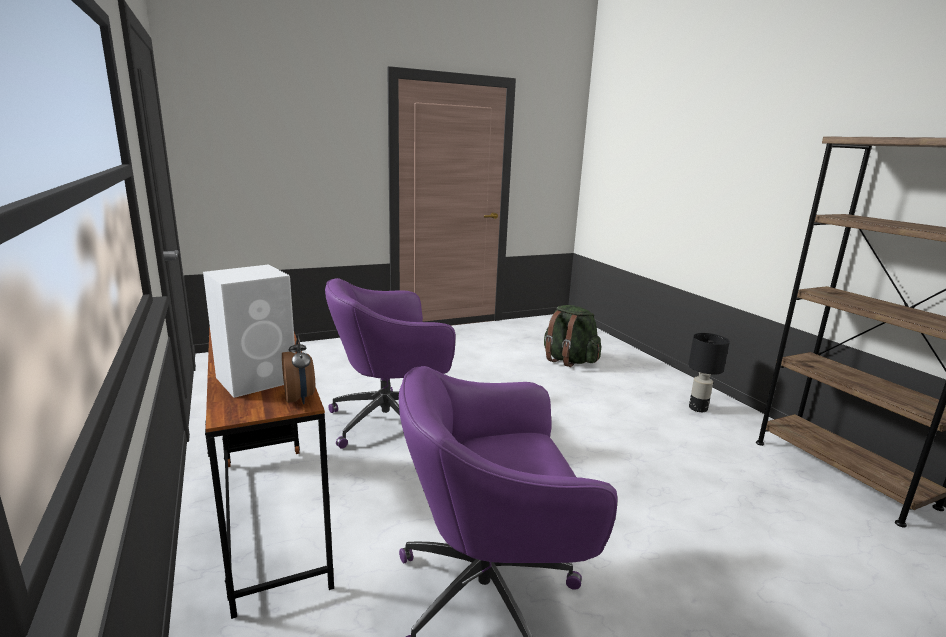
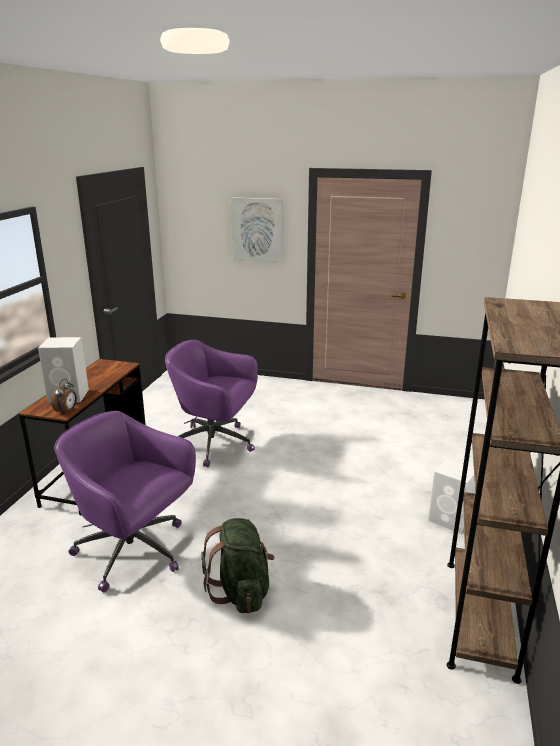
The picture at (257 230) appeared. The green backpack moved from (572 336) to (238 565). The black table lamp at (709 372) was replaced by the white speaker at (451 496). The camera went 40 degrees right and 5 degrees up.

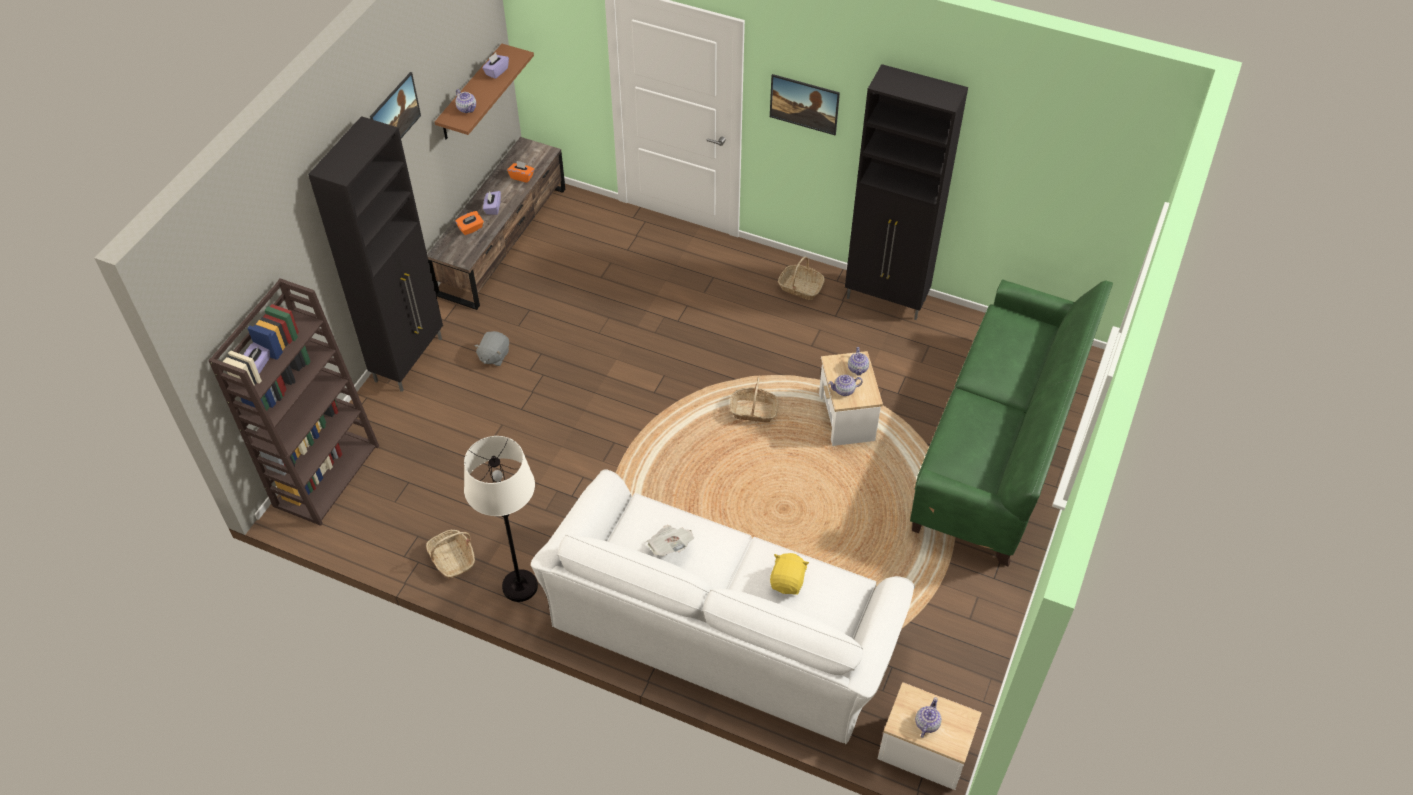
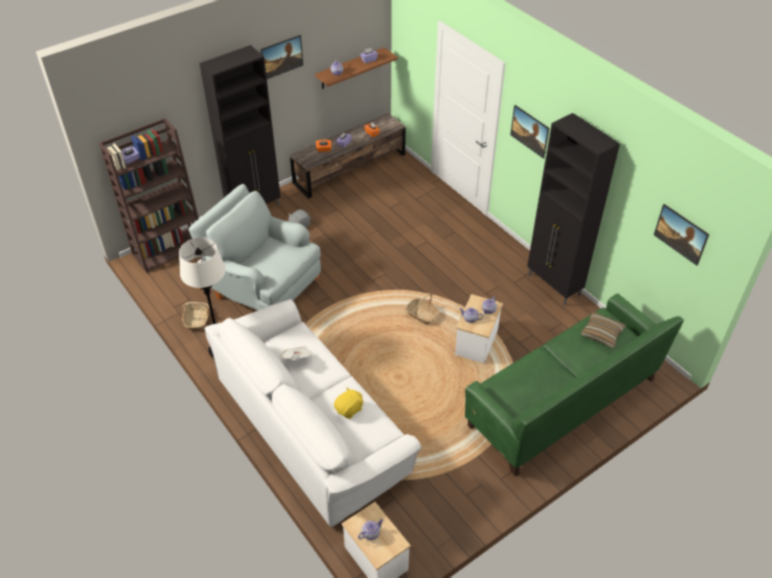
The basket at (801 278) disappeared. The grey armchair at (255 247) appeared. The pillow at (603 330) appeared. The picture at (681 235) appeared. The camera went 30 degrees right and 5 degrees down.

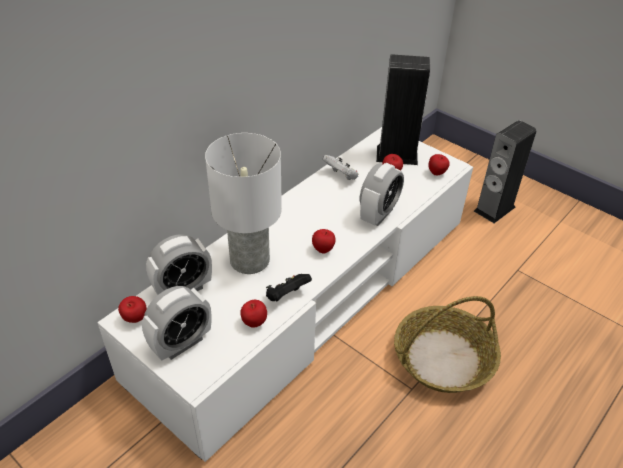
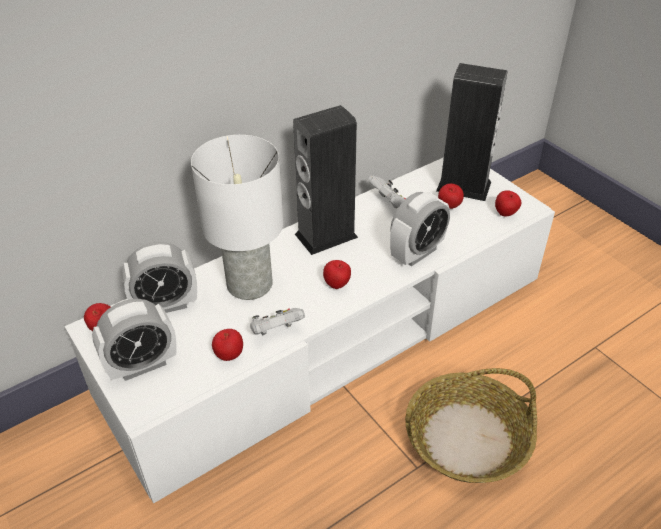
The speaker moved from (505 171) to (325 180). The black game controller at (289 287) became the white game controller at (277 321). The camera went 15 degrees right and 0 degrees up.

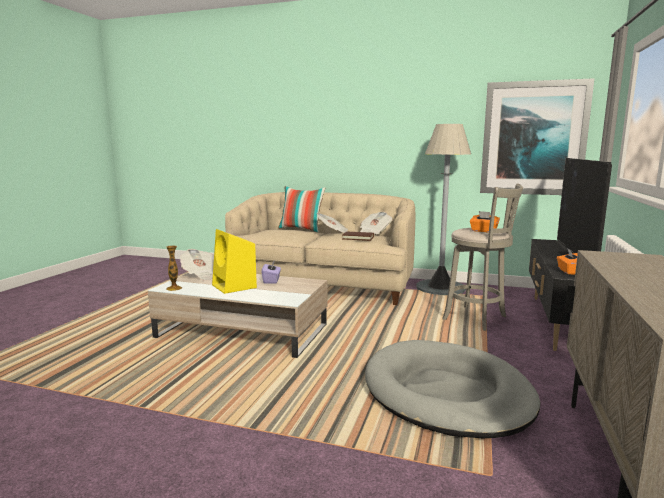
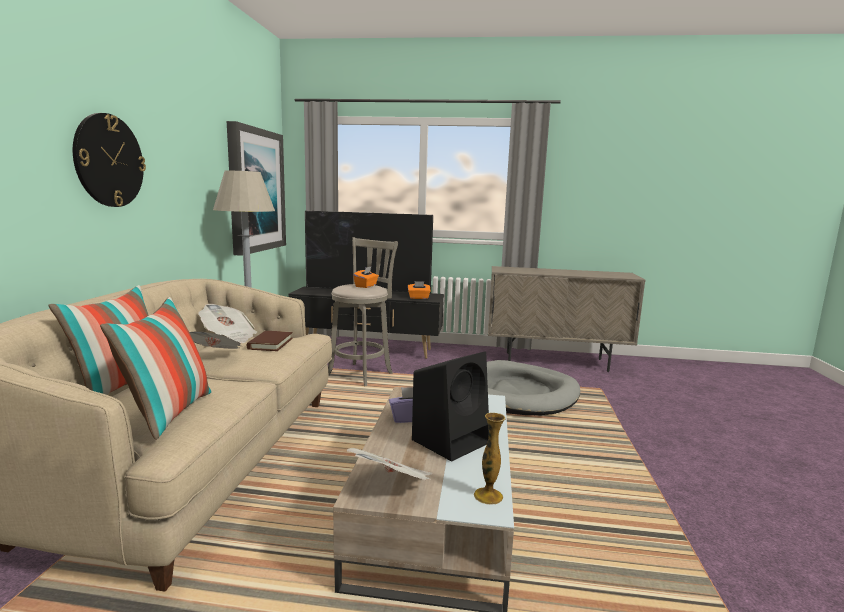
The wall clock at (109 160) appeared. The pillow at (155 368) appeared. The yellow speaker at (234 261) became the black speaker at (450 406). The camera went 100 degrees left and 0 degrees up.

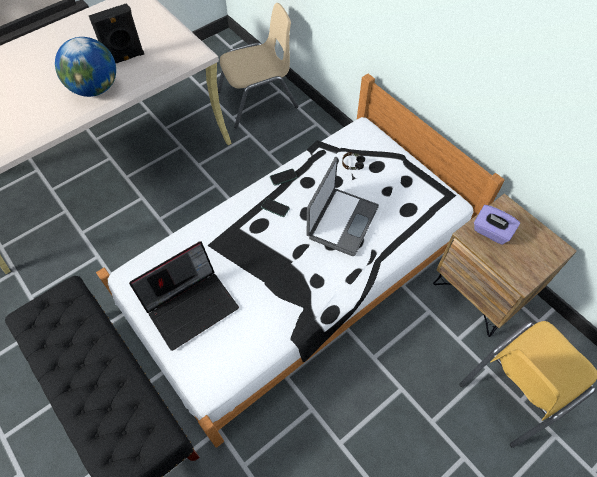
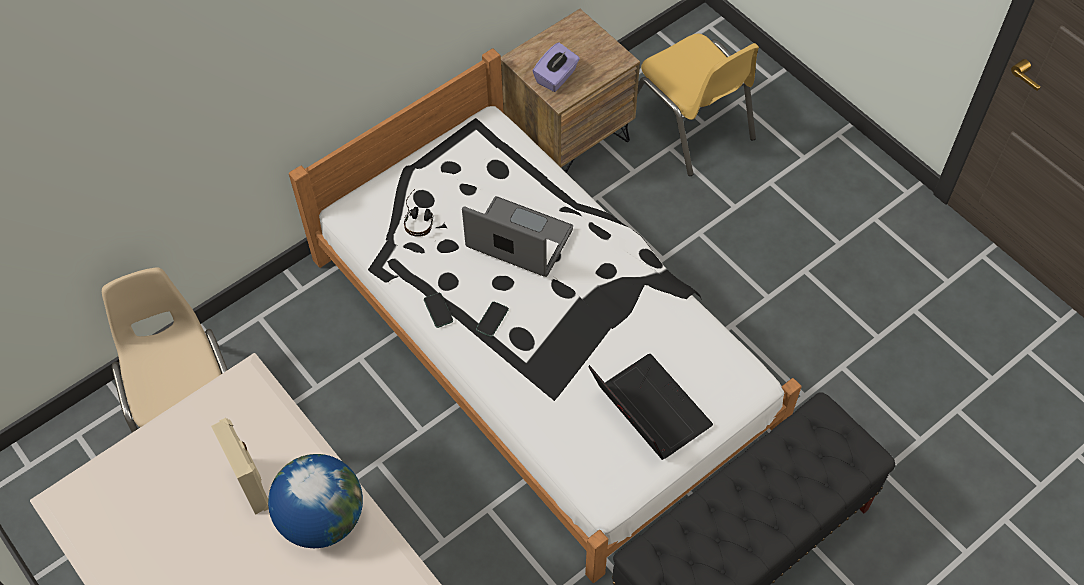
The black speaker at (116 33) became the beige speaker at (240 466). The camera went 90 degrees left and 0 degrees up.

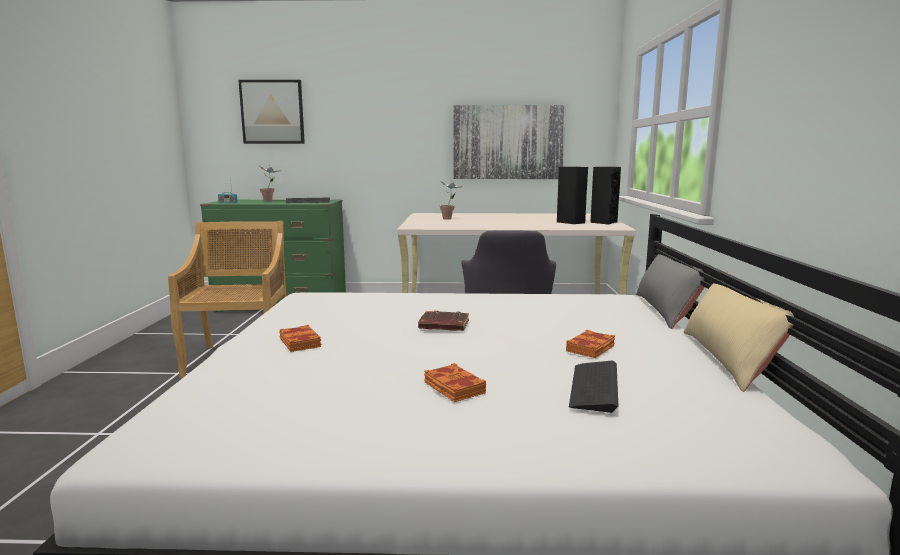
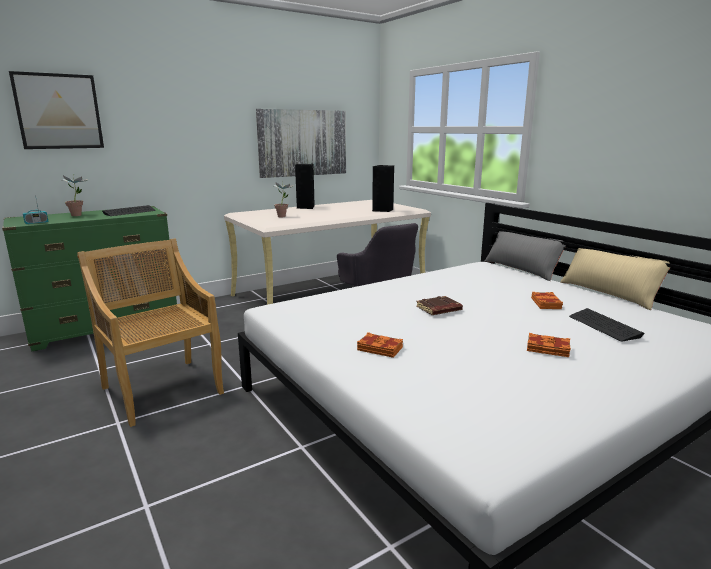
The black speaker moved from (605 196) to (305 186). The camera went 35 degrees left and 5 degrees up.

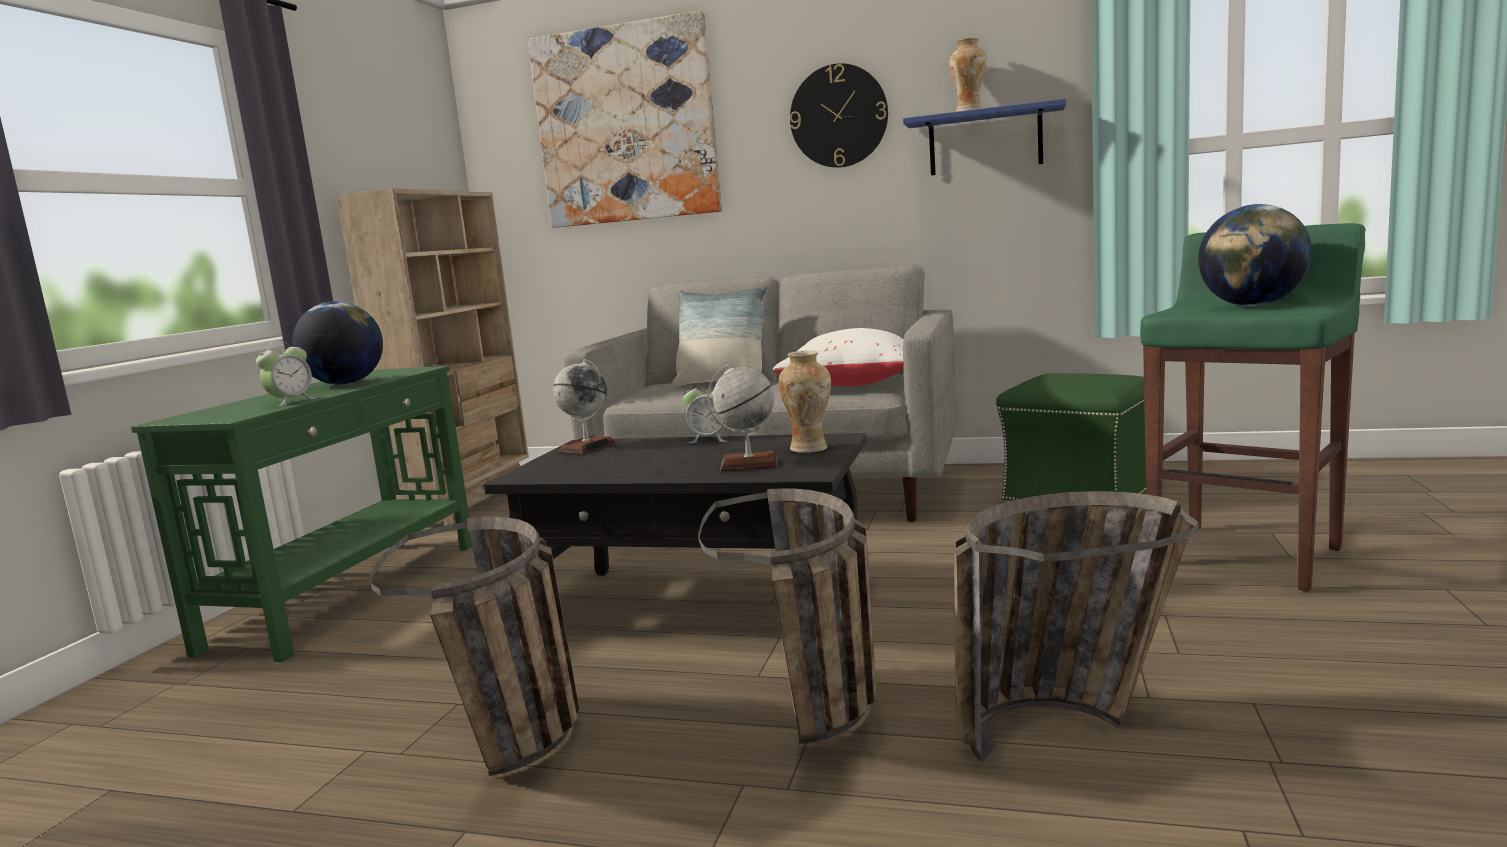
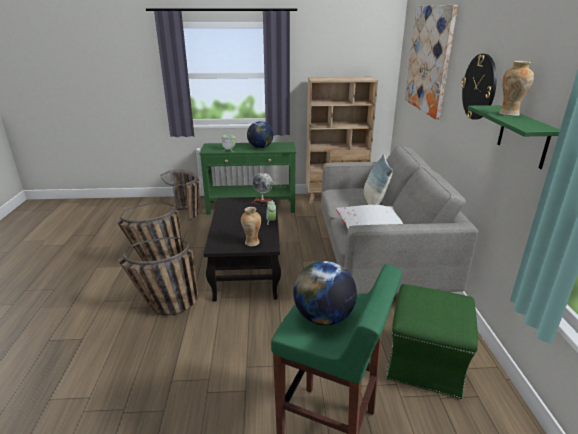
The globe at (742 418) disappeared. The basket moved from (1076 627) to (180 195). The blue shelf at (984 136) became the green shelf at (514 137). The camera went 70 degrees right and 15 degrees up.

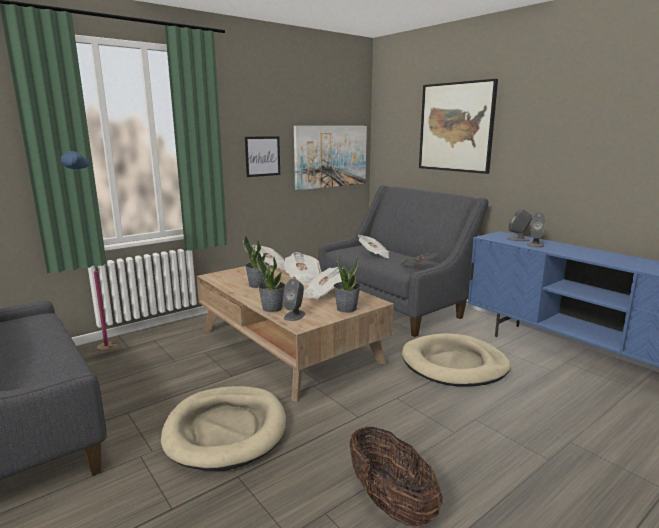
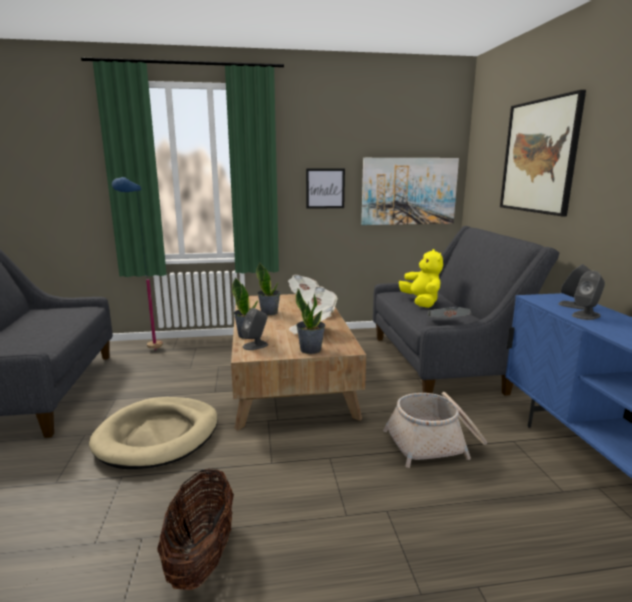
The newspaper at (373 246) was replaced by the yellow plush toy at (421 278). The beige dog bed at (456 360) was replaced by the basket at (435 430). The camera went 30 degrees right and 0 degrees up.

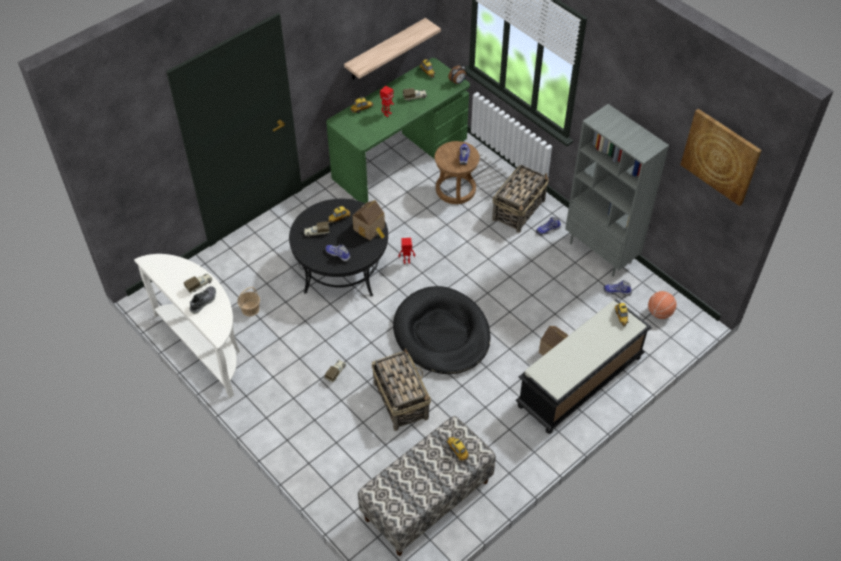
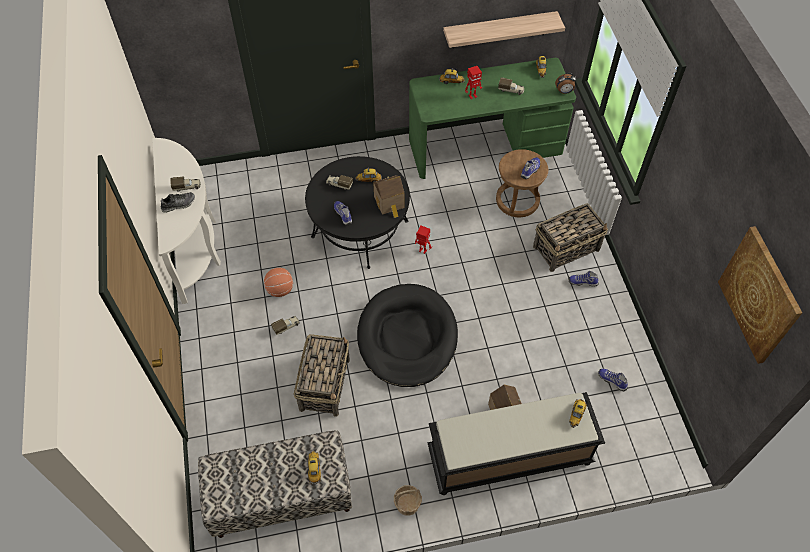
The grey bookcase at (617 190) disappeared. The basket moved from (248 302) to (408 500). The basketball moved from (662 305) to (278 282). The camera went 30 degrees right and 5 degrees up.

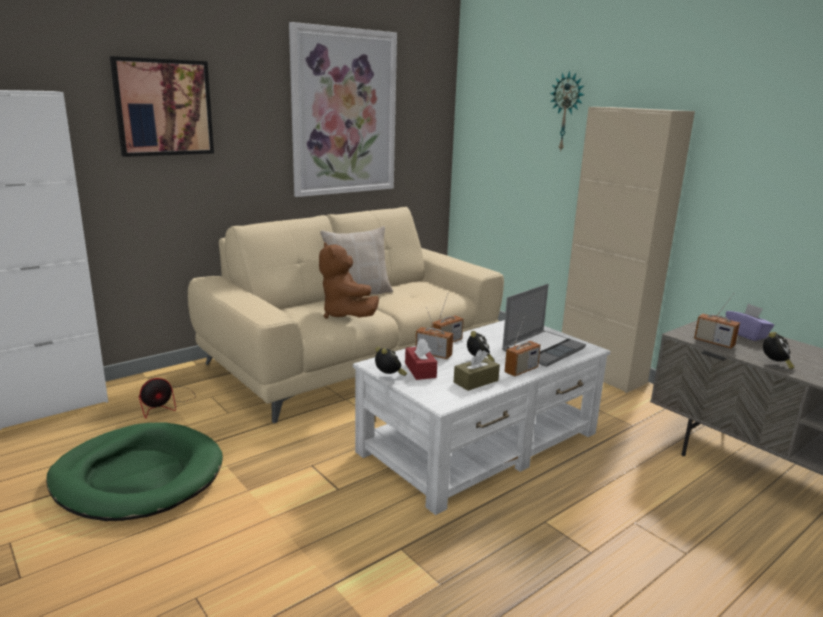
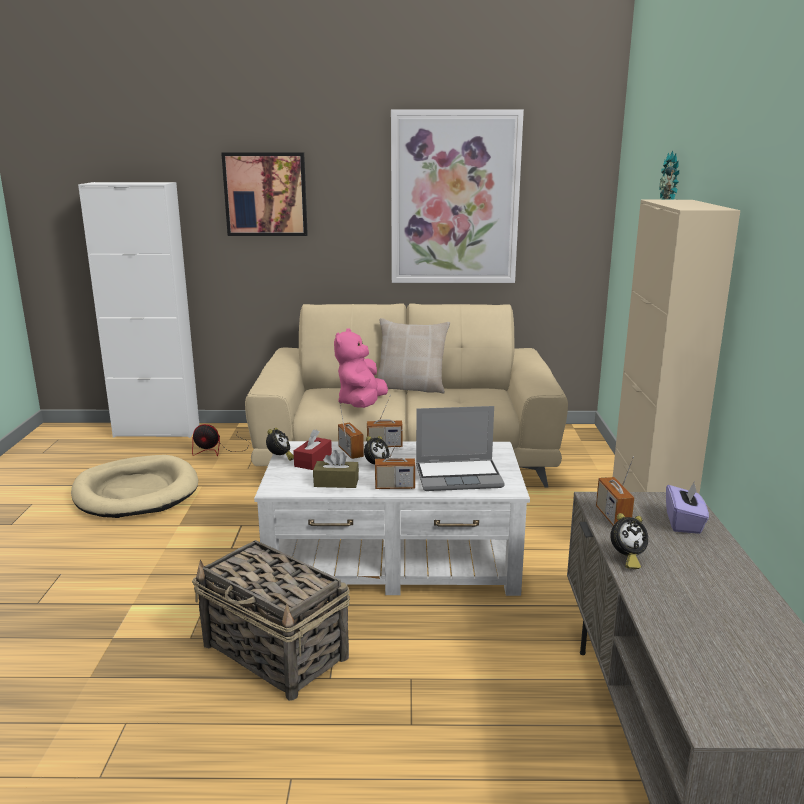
The basket at (271 620) appeared. The green dog bed at (134 472) became the beige dog bed at (134 486). The brown plush toy at (349 280) became the pink plush toy at (361 368). The camera went 40 degrees right and 0 degrees up.

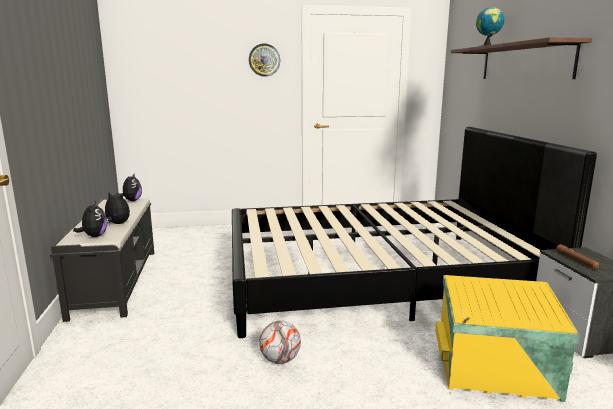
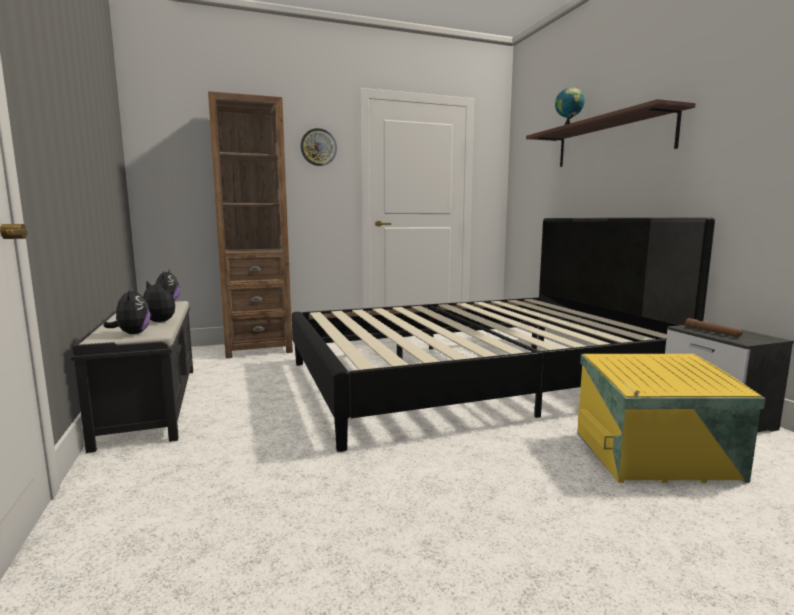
The football at (280 342) disappeared. The brown bookcase at (250 224) appeared. The camera went 10 degrees left and 5 degrees down.

